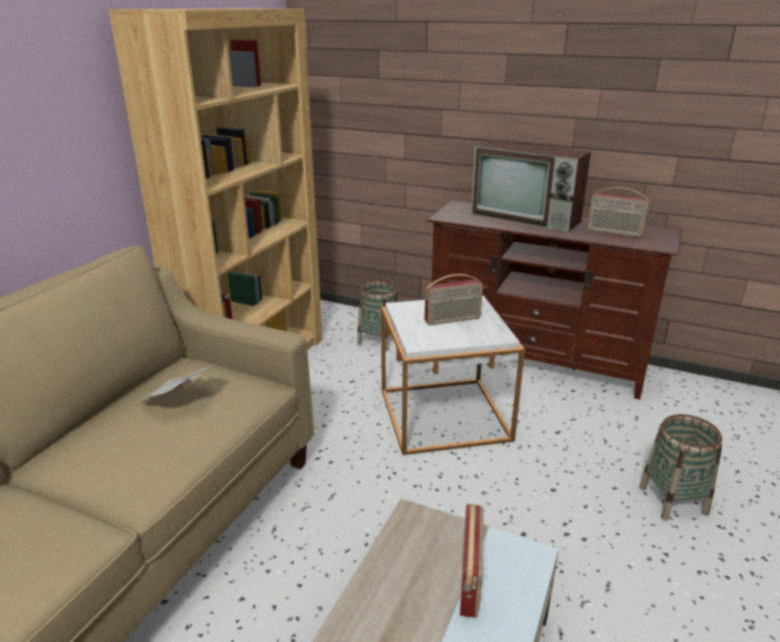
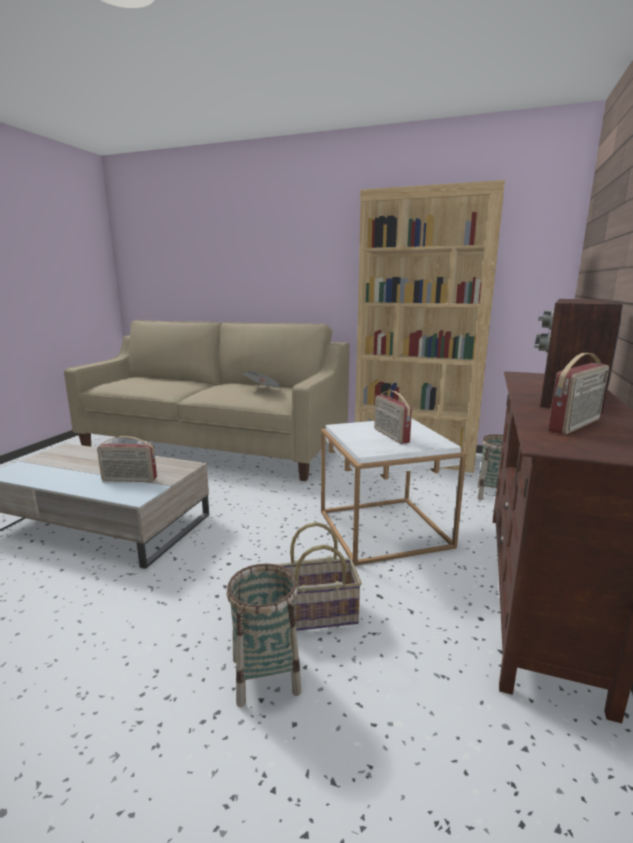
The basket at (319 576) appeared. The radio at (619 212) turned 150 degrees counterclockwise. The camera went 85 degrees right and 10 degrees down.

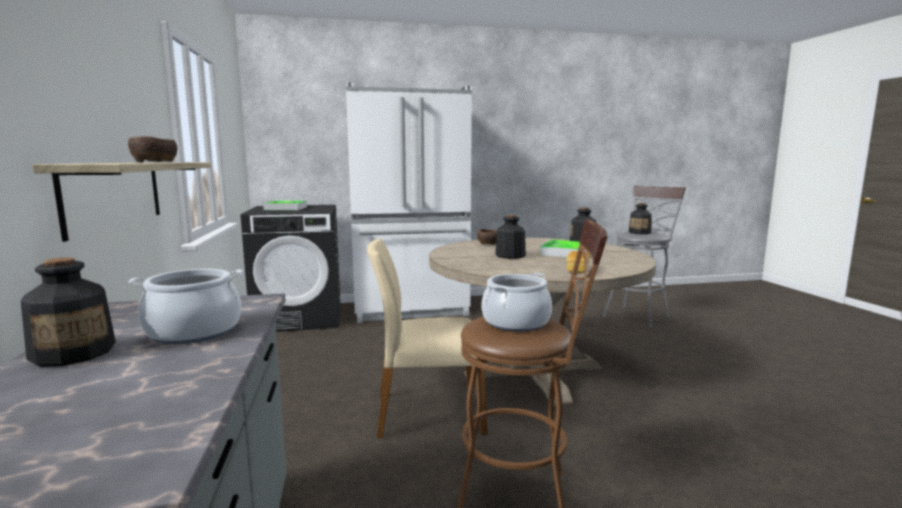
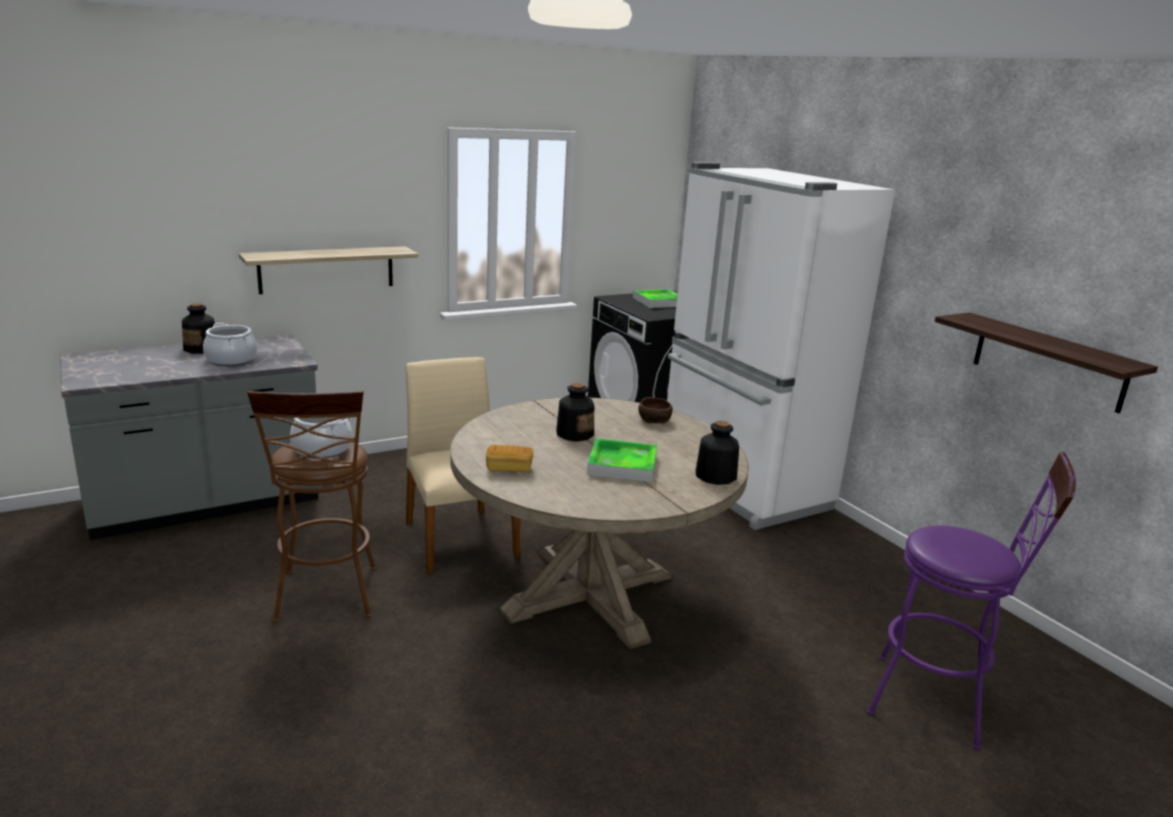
The brown bowl at (152 149) disappeared. The bottle at (640 218) disappeared. The shelf at (1046 362) appeared. The grey stool at (644 257) became the purple stool at (971 601). The camera went 70 degrees right and 10 degrees up.

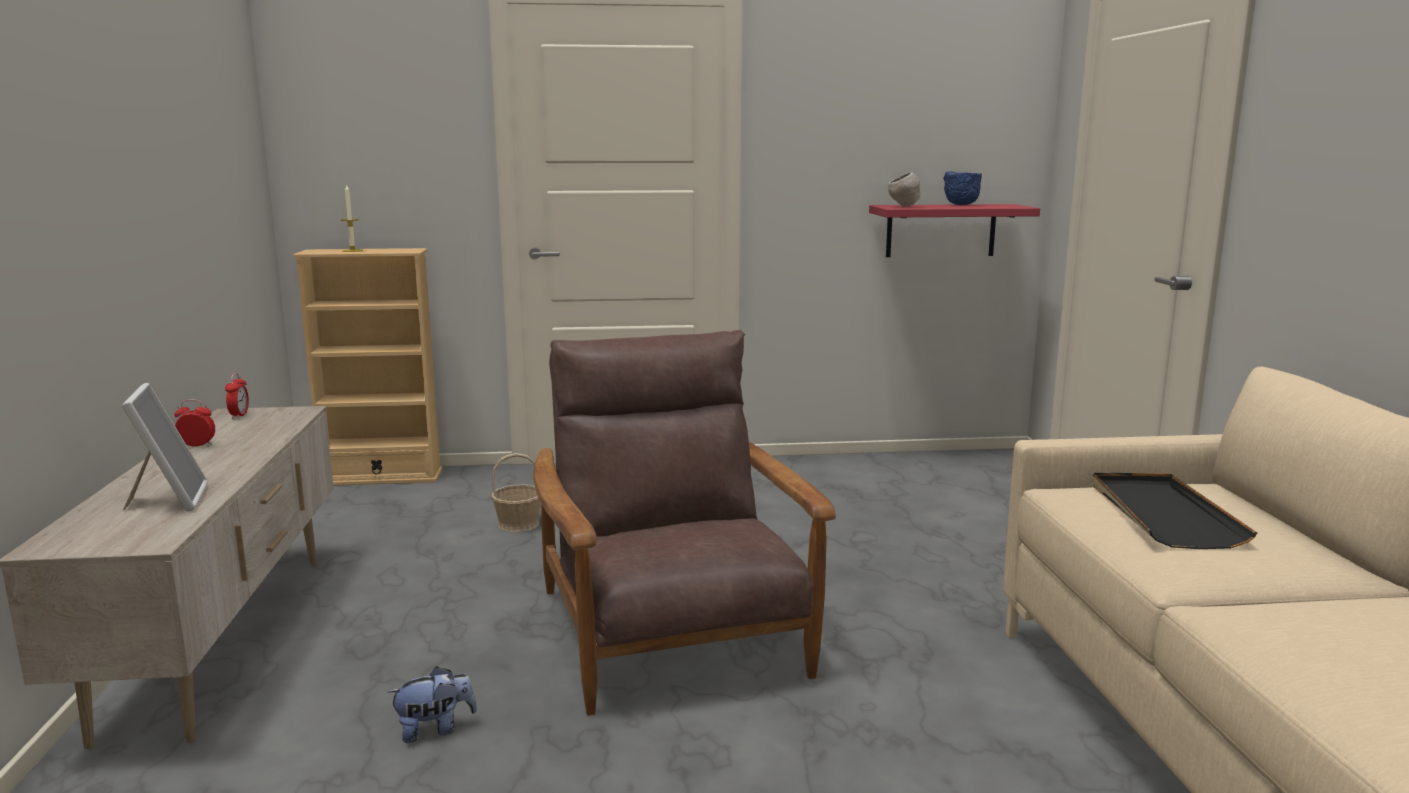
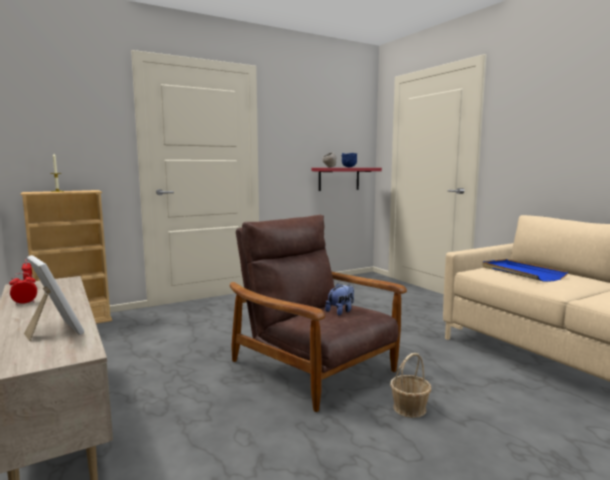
The plush toy moved from (432 704) to (339 299). The basket moved from (515 492) to (410 385). The black tray at (1174 511) became the blue tray at (525 270). The camera went 25 degrees left and 5 degrees down.

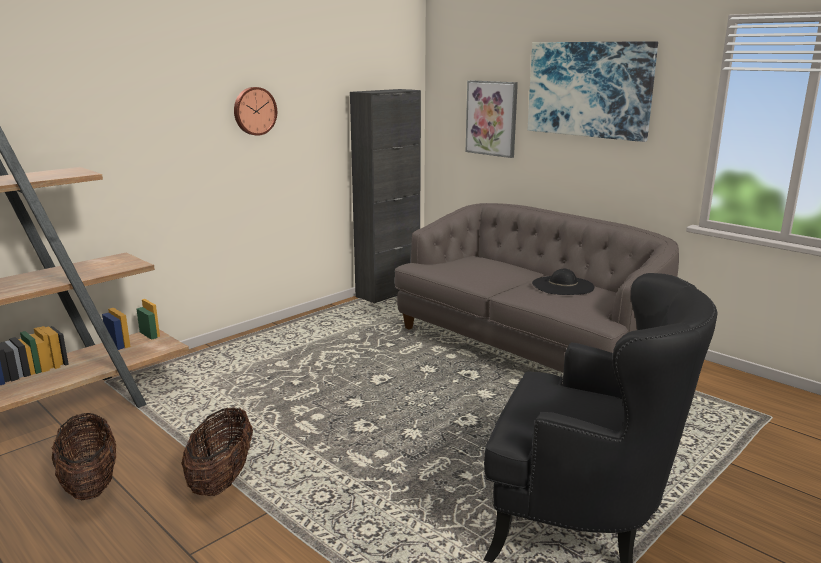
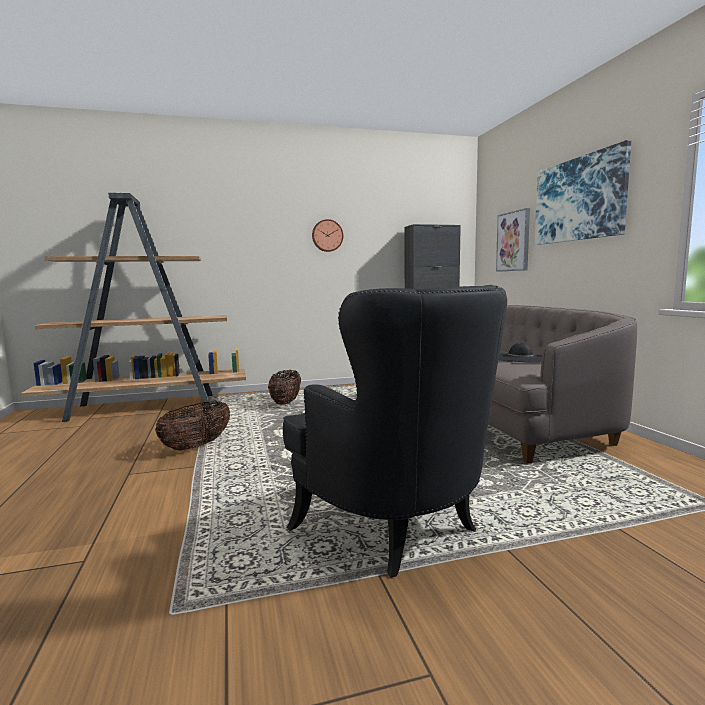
The basket moved from (84 456) to (284 387). The camera went 30 degrees right and 10 degrees down.

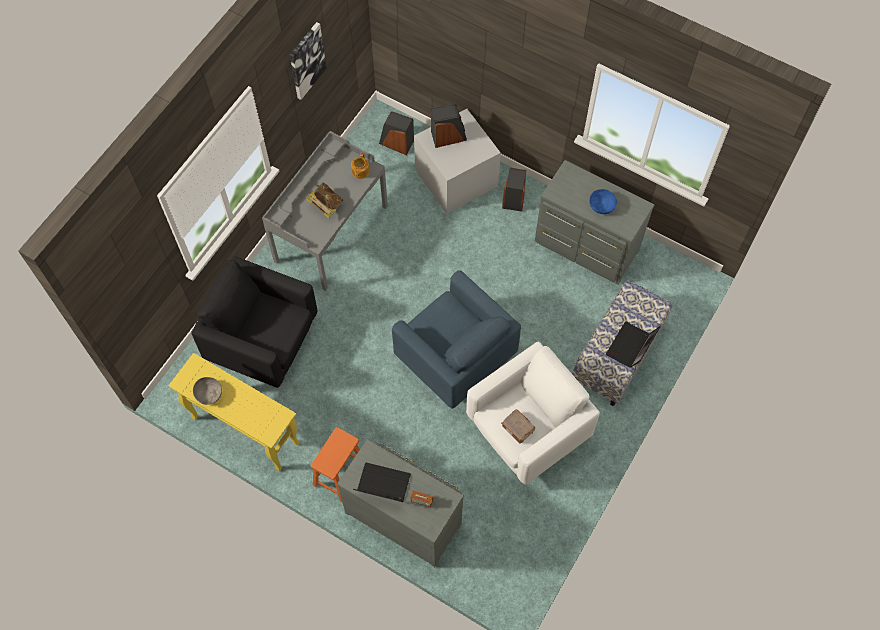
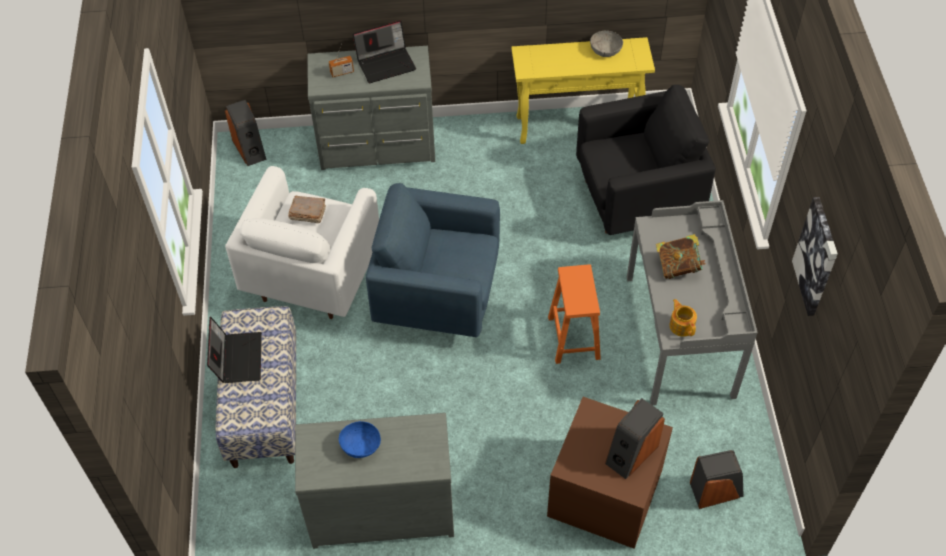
The orange stool moved from (335 464) to (574 314). The speaker moved from (514 190) to (246 133). The grey storage box at (457 161) became the brown storage box at (610 473). The camera went 145 degrees right and 10 degrees down.

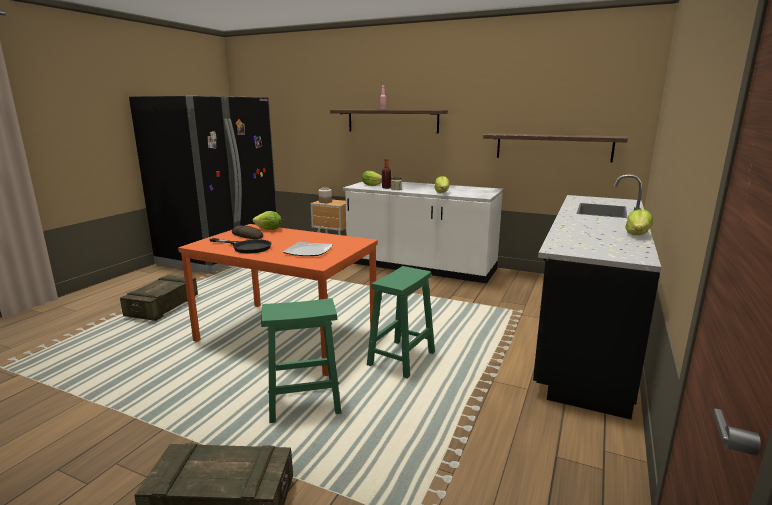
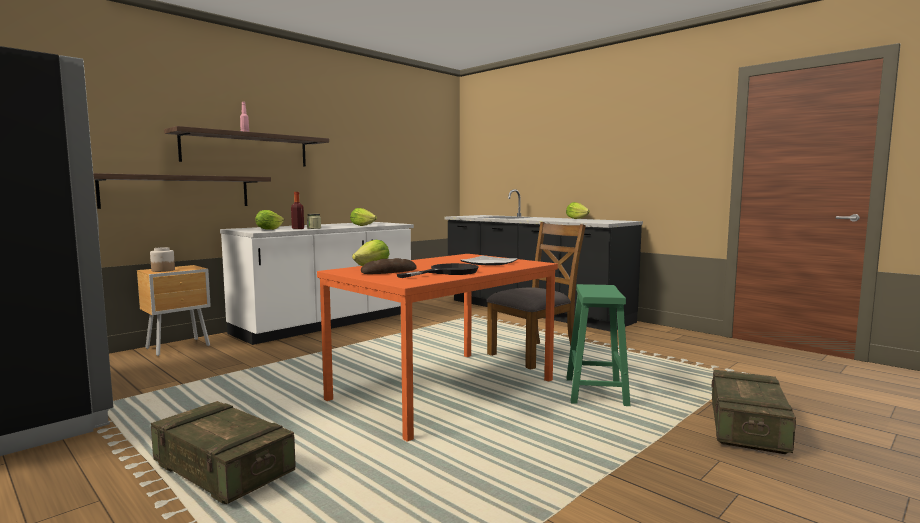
The shelf moved from (555 148) to (182 191). The green stool at (401 322) was replaced by the brown chair at (536 296). The camera went 70 degrees left and 10 degrees down.

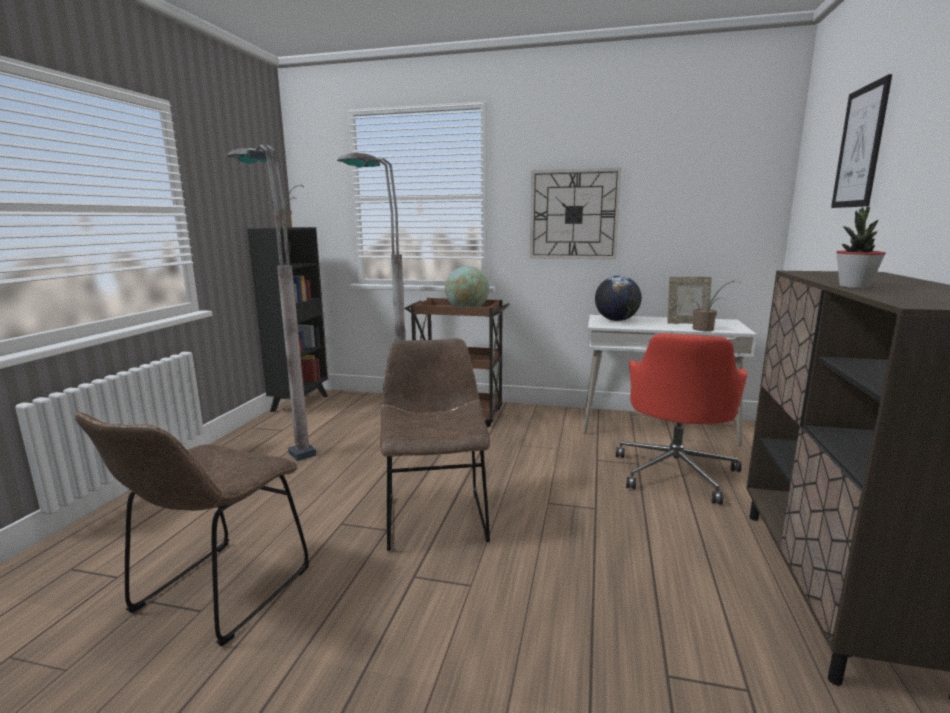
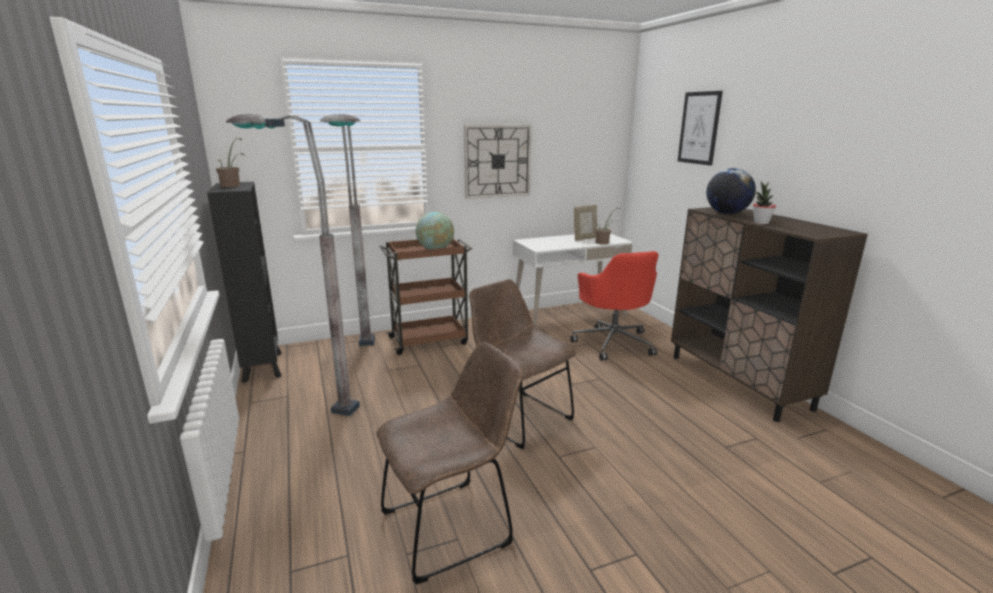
The globe moved from (618 298) to (731 191). The brown chair at (192 529) turned 105 degrees counterclockwise. The camera went 35 degrees left and 5 degrees up.

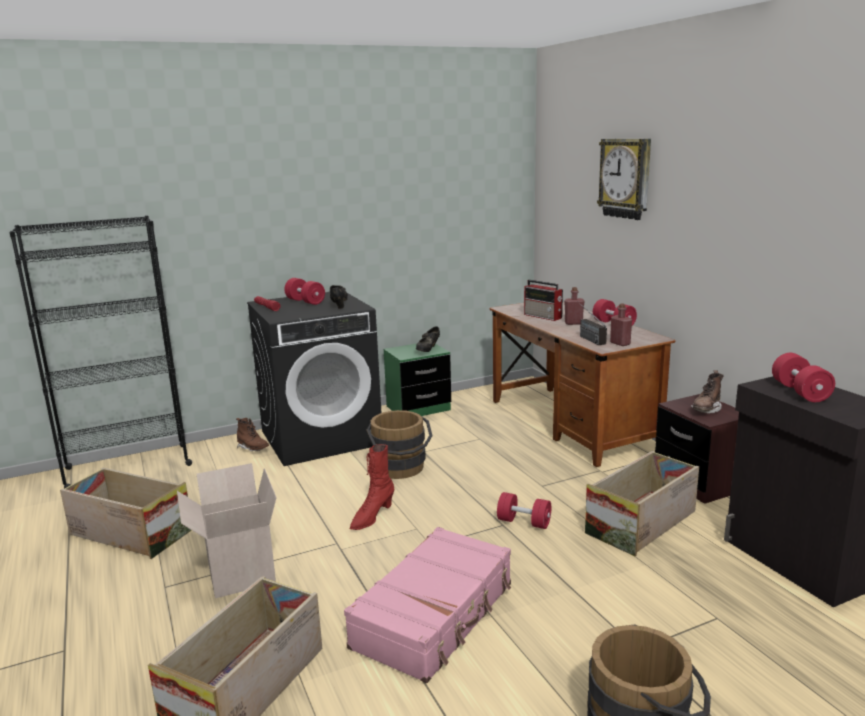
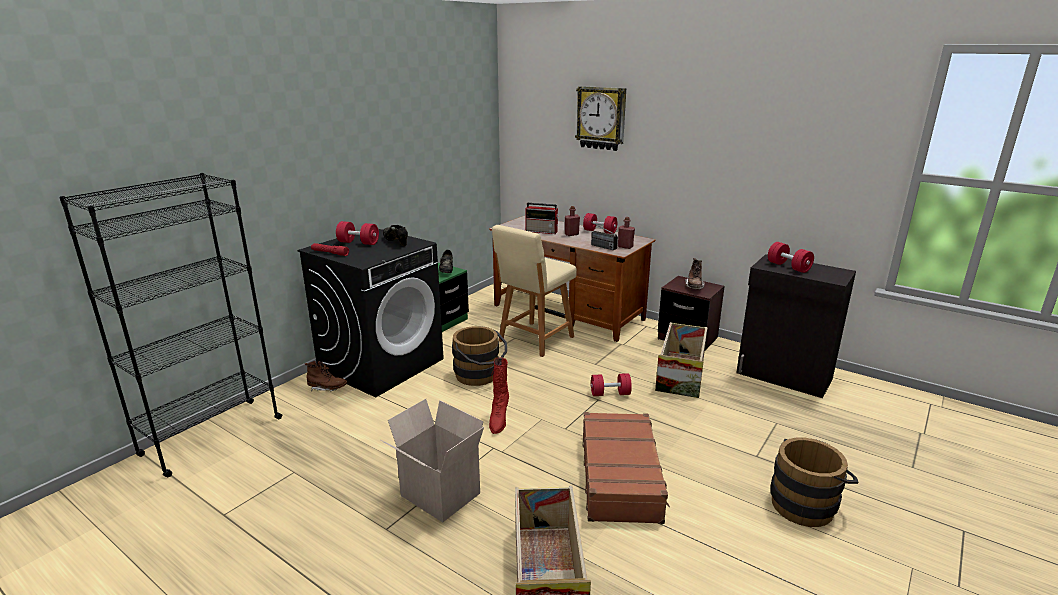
The crate at (126 513) disappeared. The beige chair at (534 291) appeared. The pink suitcase at (427 605) became the brown suitcase at (626 468). The camera went 30 degrees left and 5 degrees up.

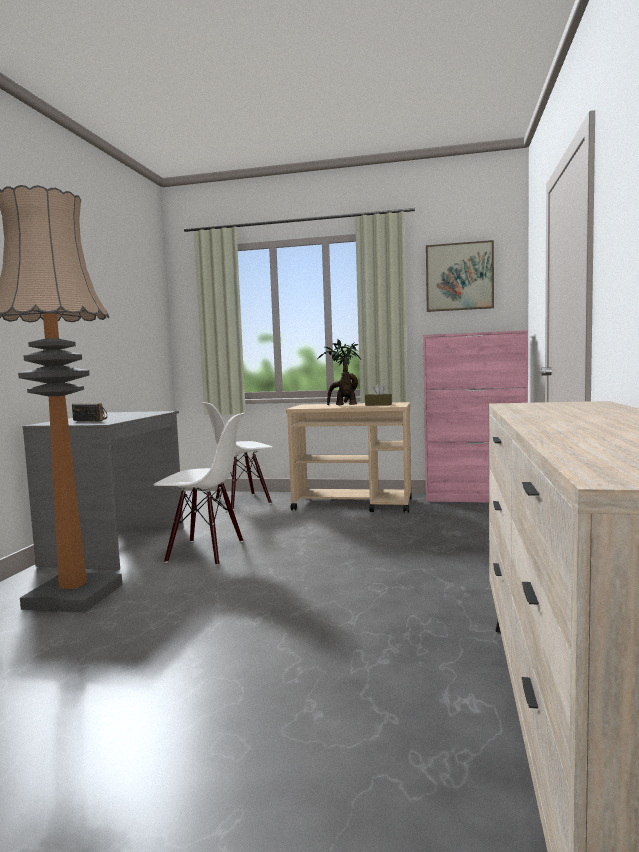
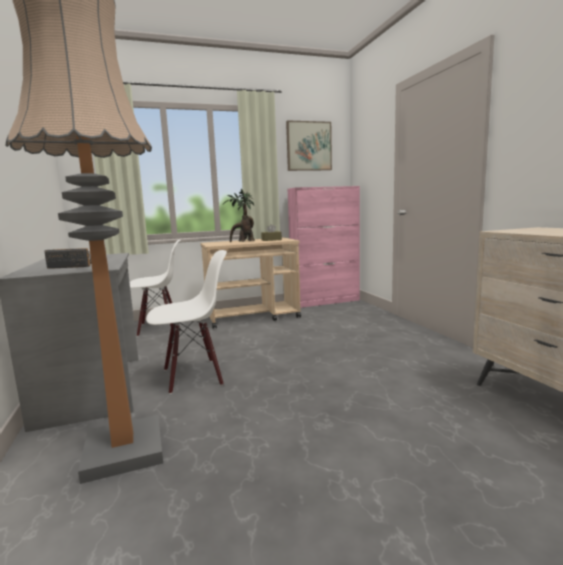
The white chair at (238 456) turned 135 degrees counterclockwise. The camera went 30 degrees left and 5 degrees up.

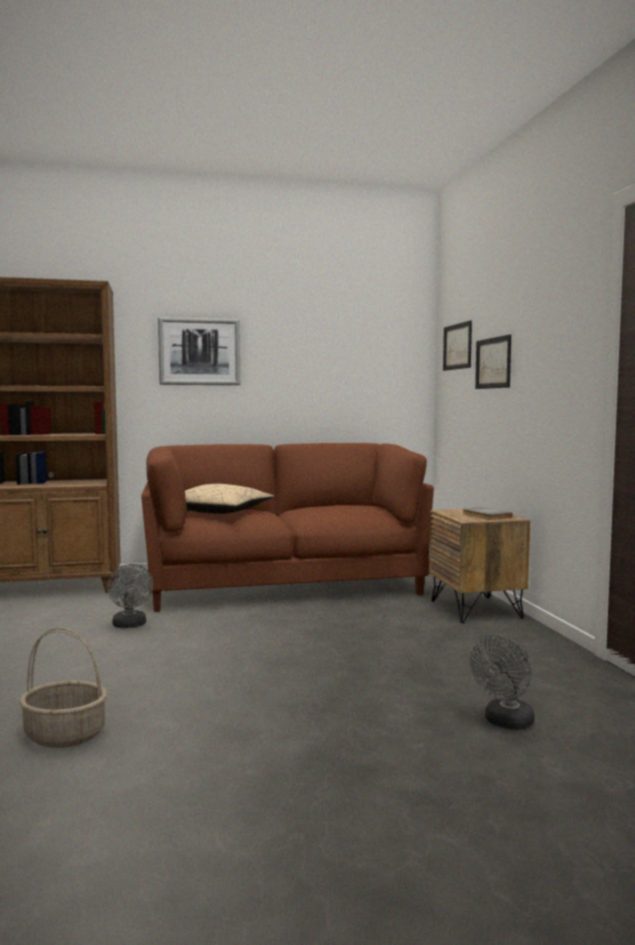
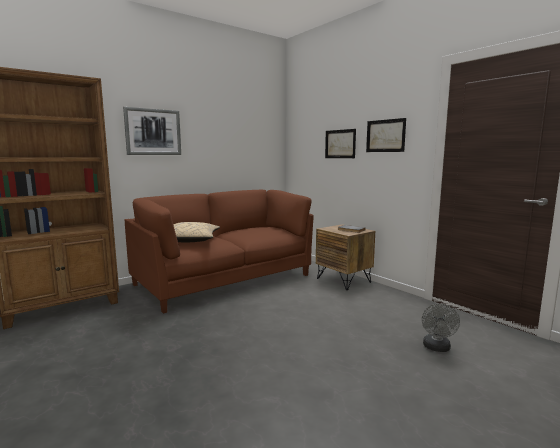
The basket at (63 687) disappeared. The grey fan at (130 596) disappeared. The picture moved from (457 345) to (386 135). The camera went 25 degrees left and 5 degrees up.

